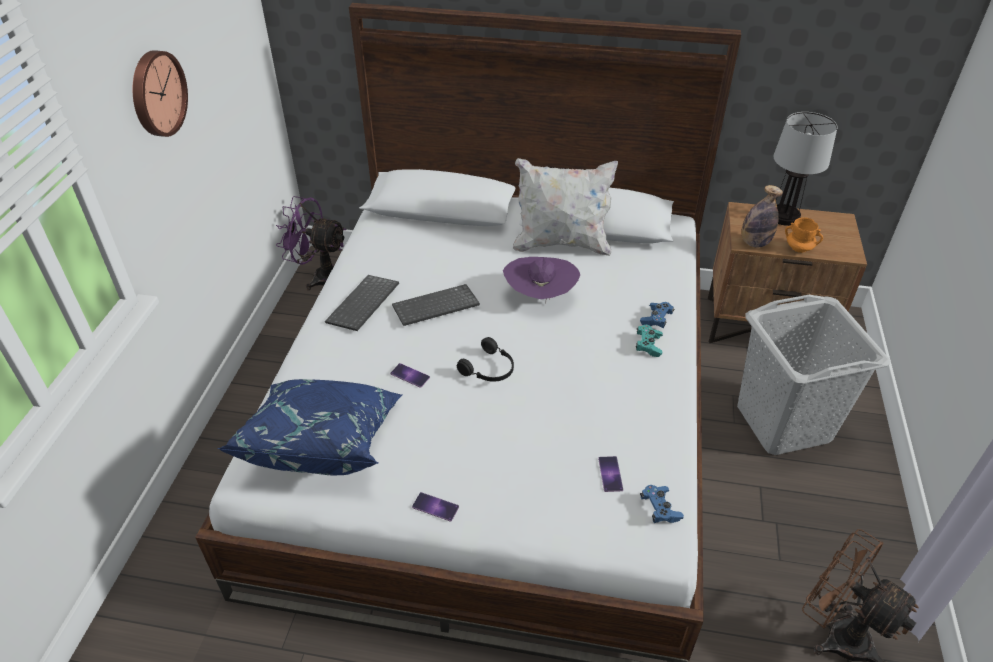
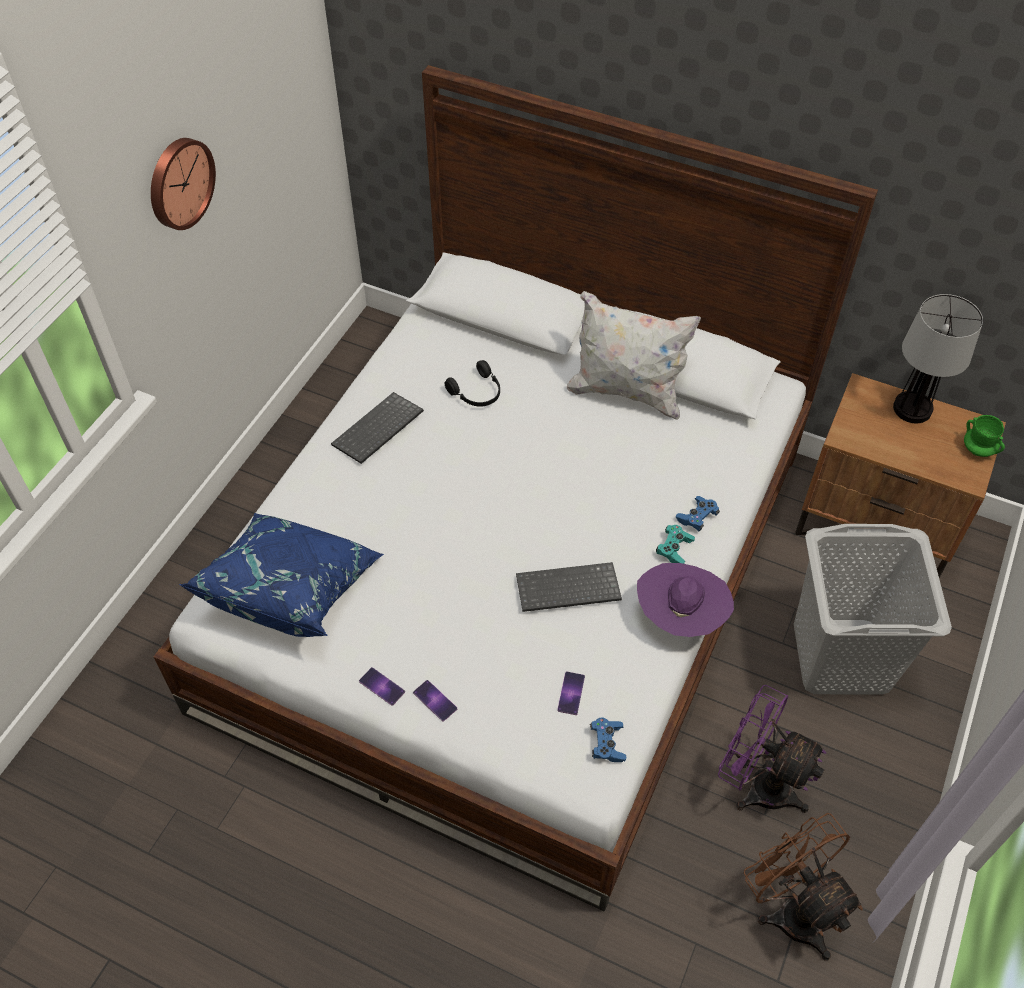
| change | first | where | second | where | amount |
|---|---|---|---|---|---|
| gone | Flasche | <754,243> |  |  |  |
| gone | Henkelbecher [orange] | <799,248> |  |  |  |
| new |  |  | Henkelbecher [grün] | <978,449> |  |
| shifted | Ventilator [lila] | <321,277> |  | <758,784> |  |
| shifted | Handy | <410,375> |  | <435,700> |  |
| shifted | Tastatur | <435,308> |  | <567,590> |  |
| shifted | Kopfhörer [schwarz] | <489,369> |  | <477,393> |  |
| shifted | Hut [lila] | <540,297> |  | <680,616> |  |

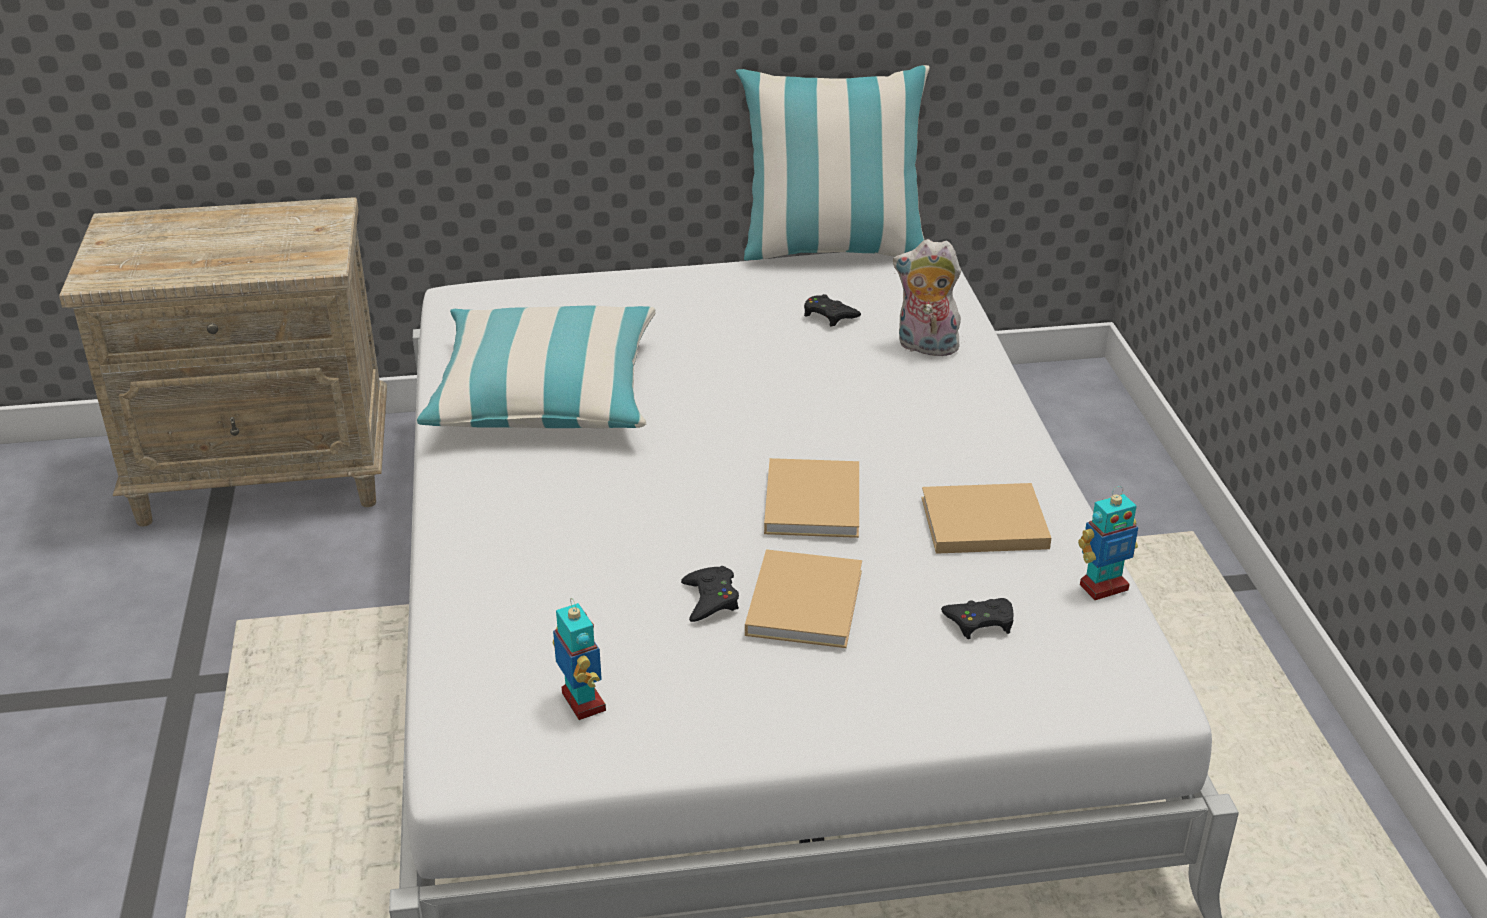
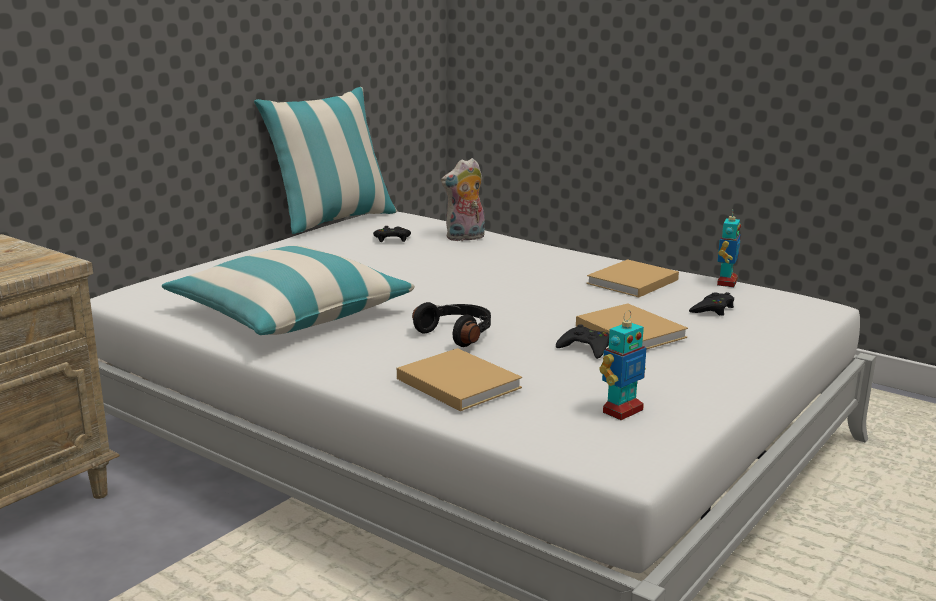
| change | first | where | second | where | amount |
|---|---|---|---|---|---|
| new |  |  | Kopfhörer [schwarz] | <458,334> |  |
| shifted | Buch [beige] | <812,500> |  | <456,382> |  |
| rotated | Spielzeugroboter | <582,703> |  | <622,411> | 120 degrees clockwise |

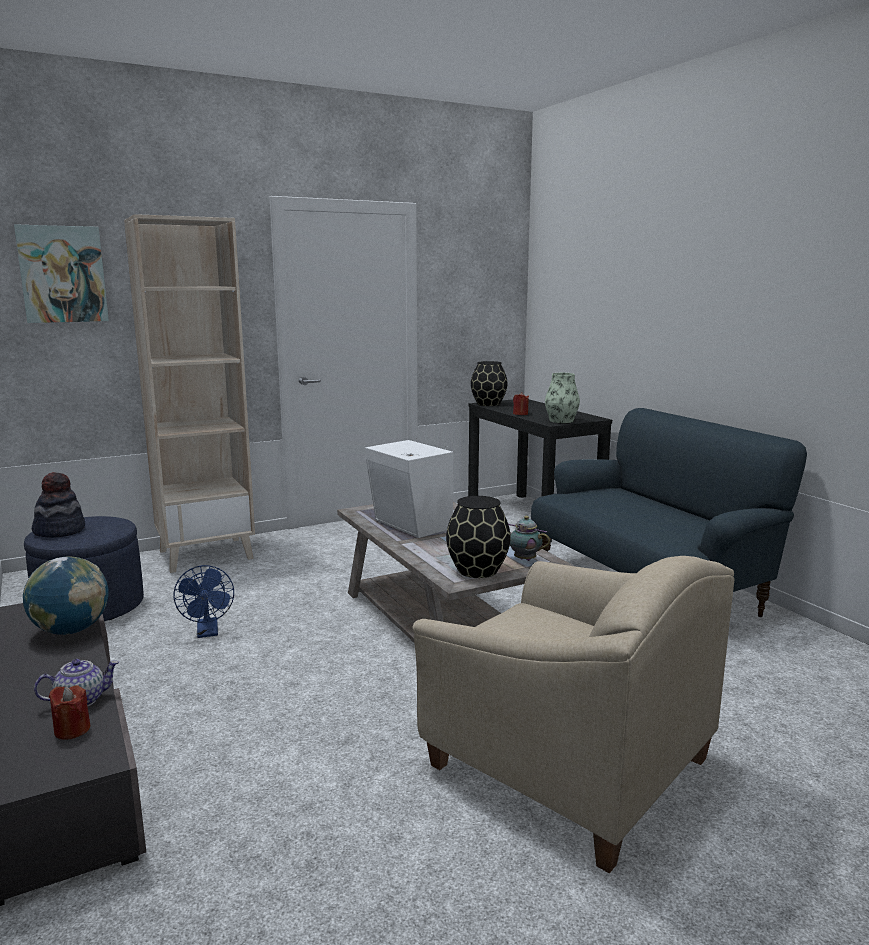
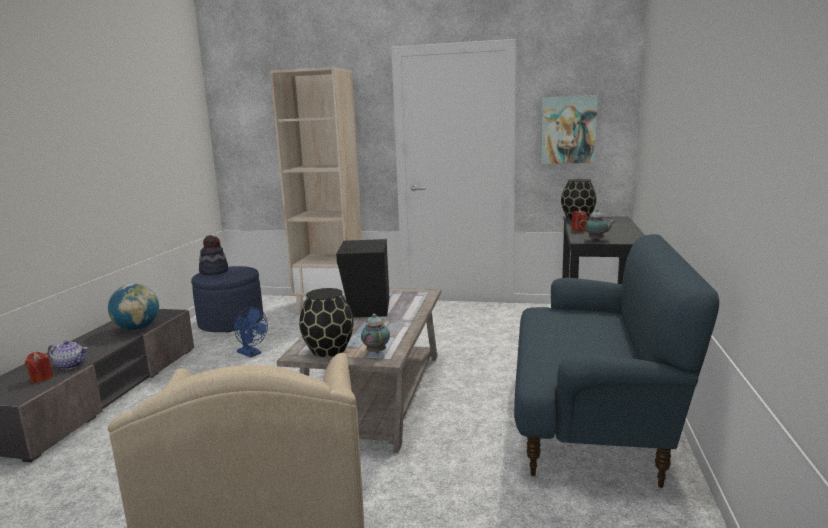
| change | first | where | second | where | amount |
|---|---|---|---|---|---|
| shifted | Bild | <62,274> |  | <568,130> |  |
| swapped | Vase | <561,420> | Teekanne | <597,239> |  |
| repainted | Lautsprecher [weiß] | <411,525> | Lautsprecher [schwarz] | <367,307> |  |
| rotated | Ventilator [blau] | <208,632> |  | <252,354> | 75 degrees counterclockwise |

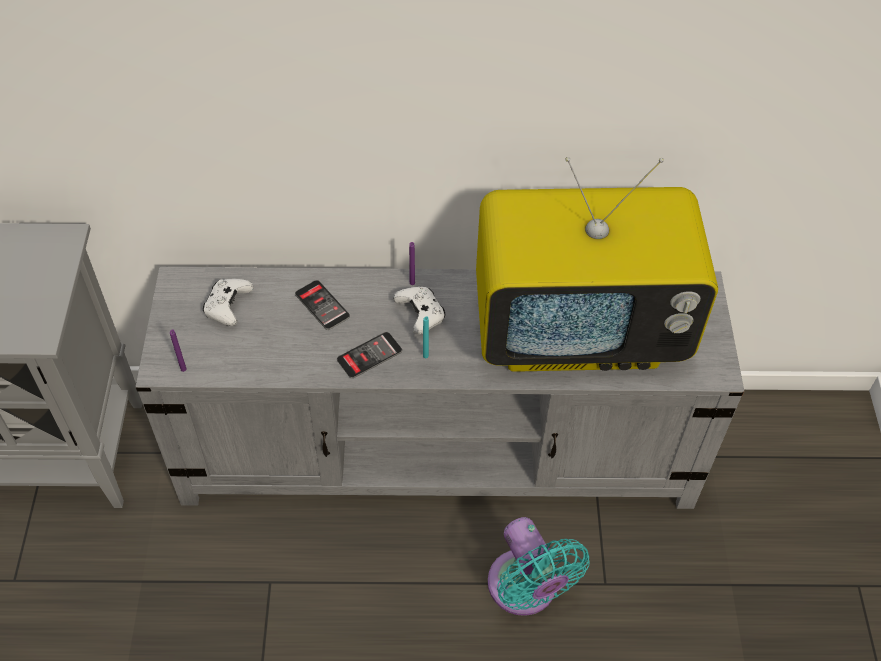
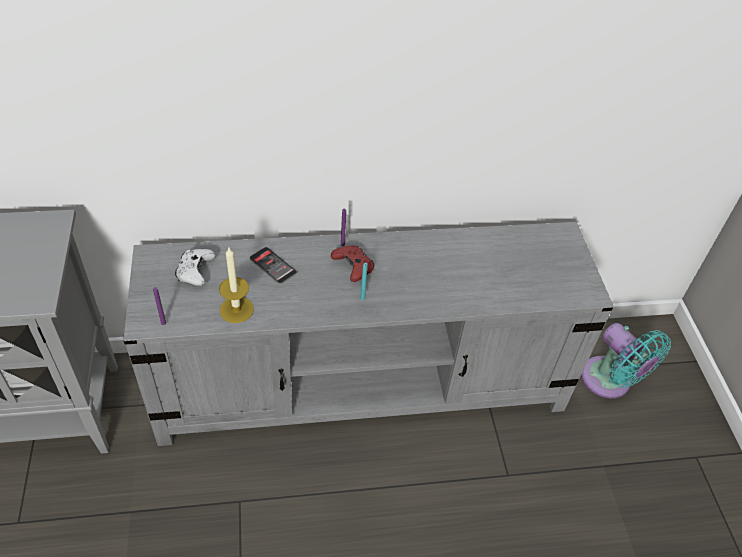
| change | first | where | second | where | amount |
|---|---|---|---|---|---|
| gone | Handy | <369,355> |  |  |  |
| gone | Fernseher | <580,331> |  |  |  |
| new |  |  | Kerze | <236,309> |  |
| shifted | Ventilator [türkis] | <525,590> |  | <609,382> |  |
| repainted | Gamepad [weiß] | <421,314> | Gamepad [rot] | <353,267> |  |

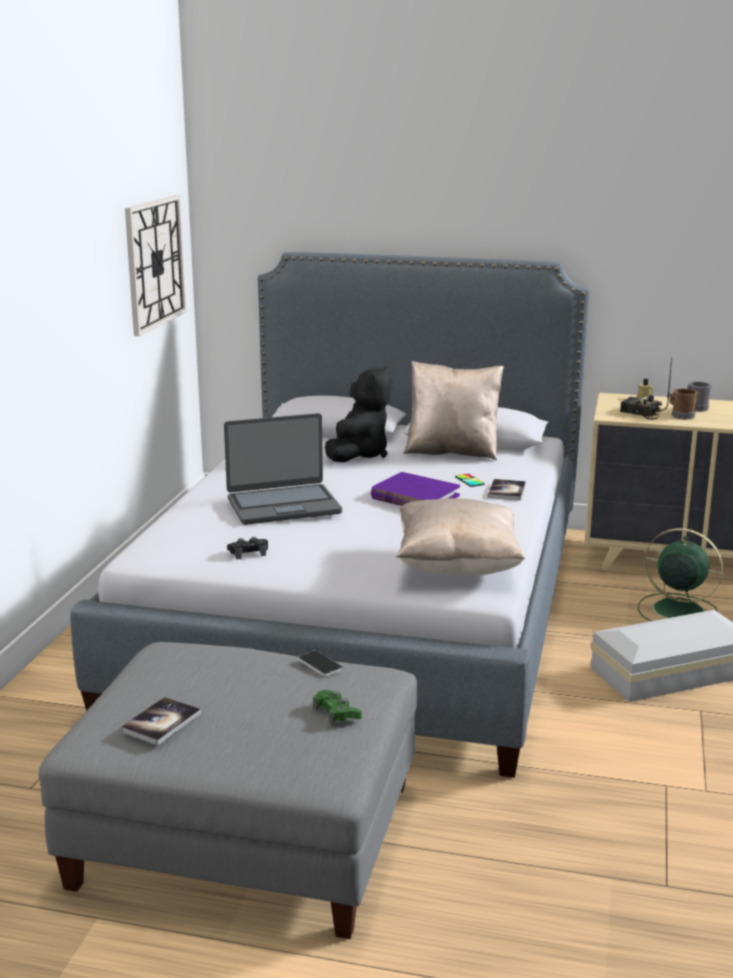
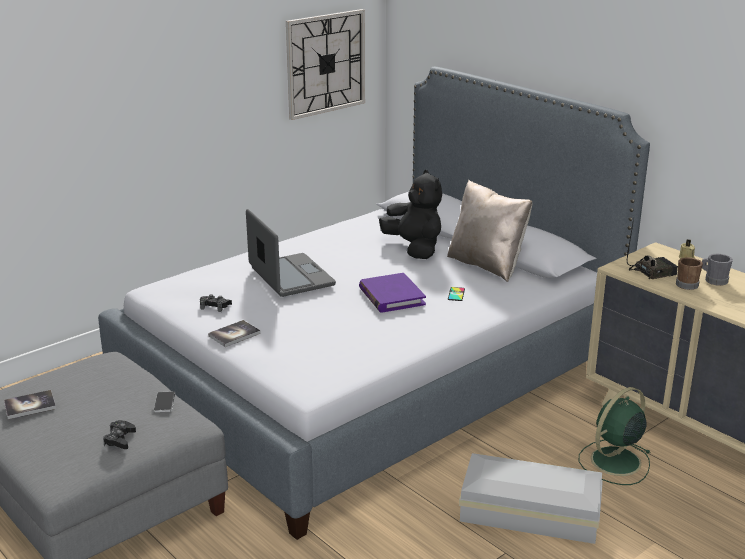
| change | first | where | second | where | amount |
|---|---|---|---|---|---|
| gone | Kissen [beige] | <457,566> |  |  |  |
| shifted | Buch | <506,491> |  | <234,334> |  |
| repainted | Gamepad [grün] | <336,713> | Gamepad [schwarz] | <120,439> |  |
| rotated | Laptop | <283,505> |  | <290,277> | 135 degrees counterclockwise |
| rotated | Plüschtier [schwarz] | <359,454> |  | <414,248> | 90 degrees counterclockwise |
| rotated | Radio | <640,413> |  | <652,272> | 90 degrees clockwise |
| rotated | Ventilator [grün] | <675,610> |  | <614,462> | 105 degrees counterclockwise |

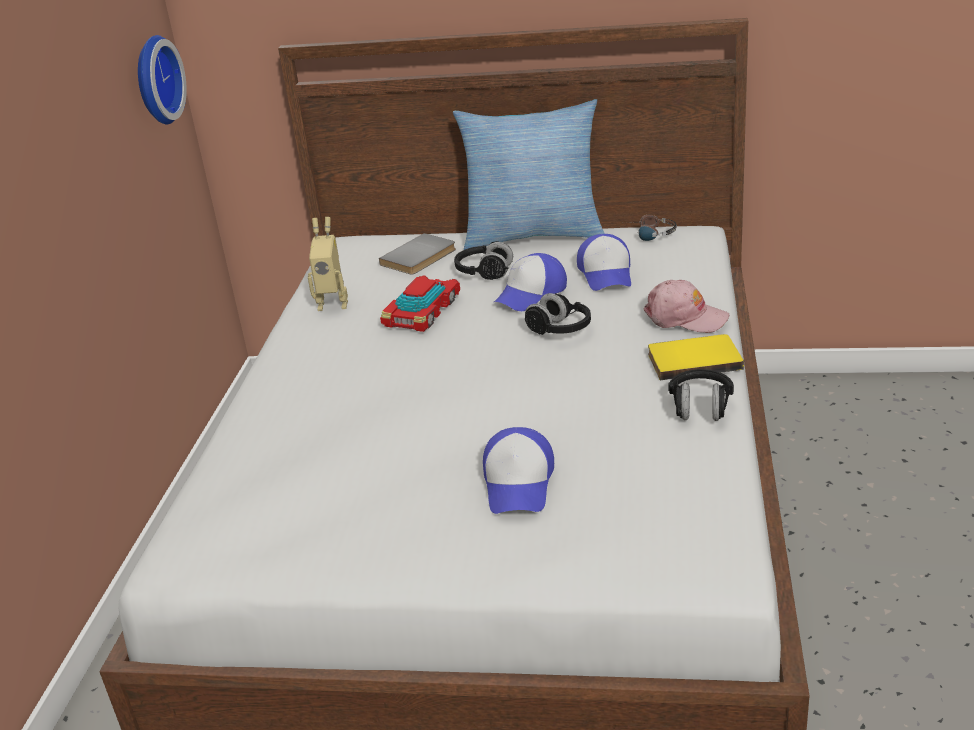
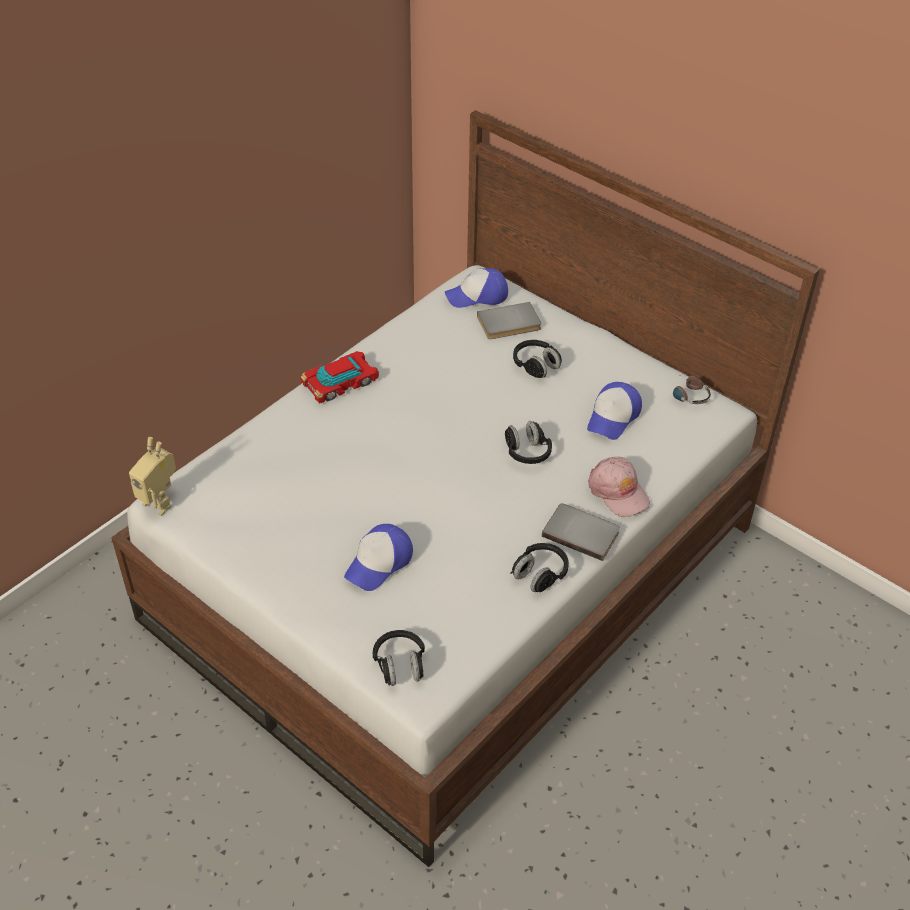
| change | first | where | second | where | amount |
|---|---|---|---|---|---|
| gone | Wanduhr | <154,80> |  |  |  |
| gone | Kissen | <534,235> |  |  |  |
| new |  |  | Kopfhörer [schwarz] | <400,665> |  |
| shifted | Spielzeugroboter | <333,303> |  | <160,502> |  |
| shifted | Spielzeugauto | <423,311> |  | <340,383> |  |
| shifted | Kappe | <531,293> |  | <477,296> |  |
| repainted | Buch [gelb] | <693,359> | Buch [grau] | <581,532> |  |

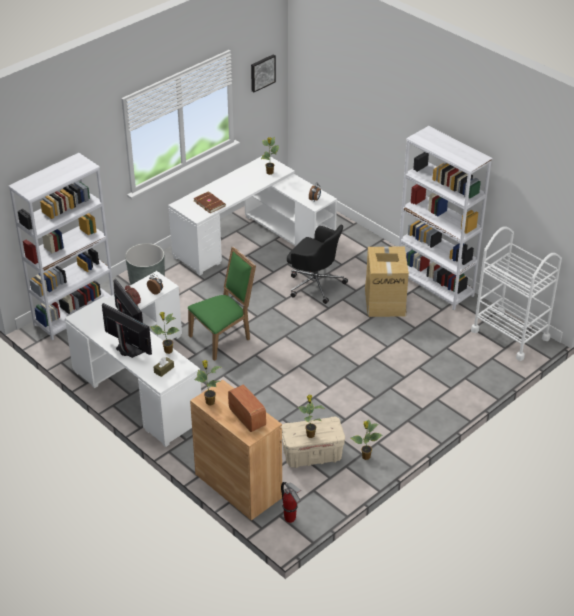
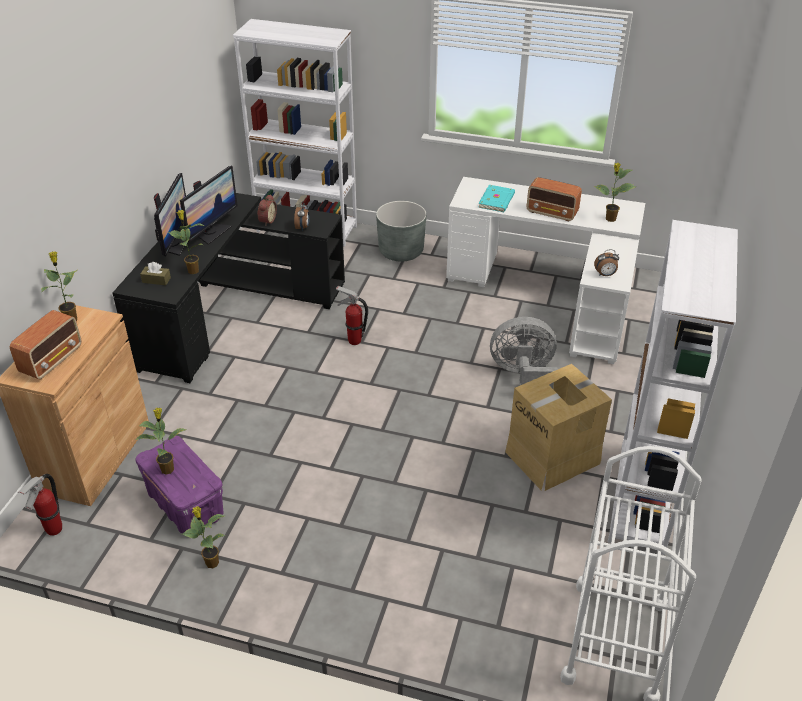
| change | first | where | second | where | amount |
|---|---|---|---|---|---|
| gone | Bild | <262,72> |  |  |  |
| new |  |  | Radio | <552,213> |  |
| swapped | Stuhl [grün] | <223,337> | Feuerlöscher | <354,341> |  |
| swapped | Bürostuhl [schwarz] | <314,284> | Ventilator [grau] | <523,376> |  |
| repainted | Schreibtisch [weiß] | <139,382> | Schreibtisch [schwarz] | <231,311> |  |
| repainted | Buch [braun] | <209,203> | Buch [türkis] | <497,200> |  |
| repainted | Aufbewahrungsbox [beige] | <312,455> | Aufbewahrungsbox [lila] | <185,504> |  |

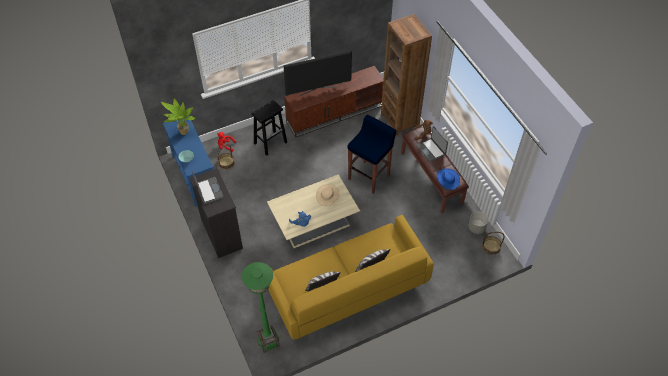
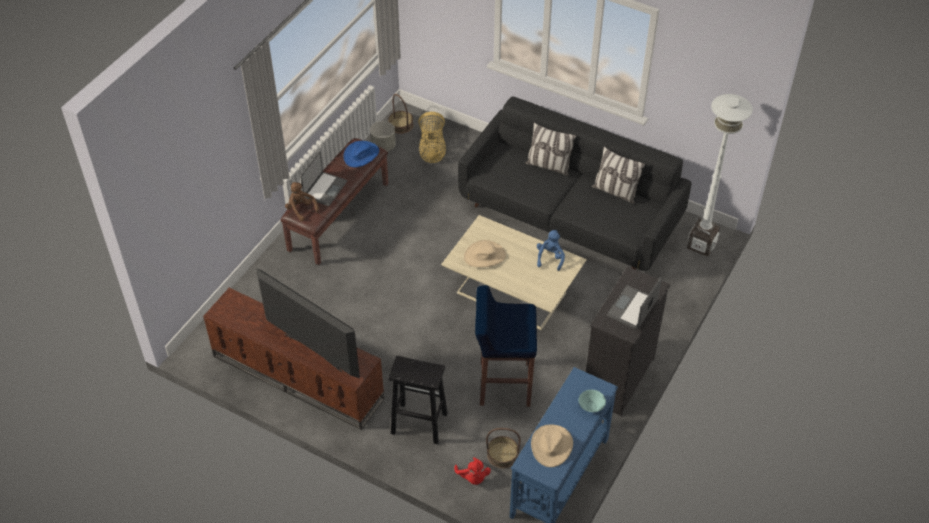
| change | first | where | second | where | amount |
|---|---|---|---|---|---|
| gone | Bücherregal [braun] | <400,120> |  |  |  |
| new |  |  | Korb | <432,148> |  |
| shifted | Hocker [blau] | <369,177> |  | <503,384> |  |
| swapped | Topfpflanze | <183,133> | Hut [beige] | <551,445> |  |
| repainted | Stehlampe [grün] | <268,342> | Stehlampe [weiß] | <701,244> |  |
| repainted | Sofa [gelb] | <347,287> | Sofa [schwarz] | <569,215> |  |

